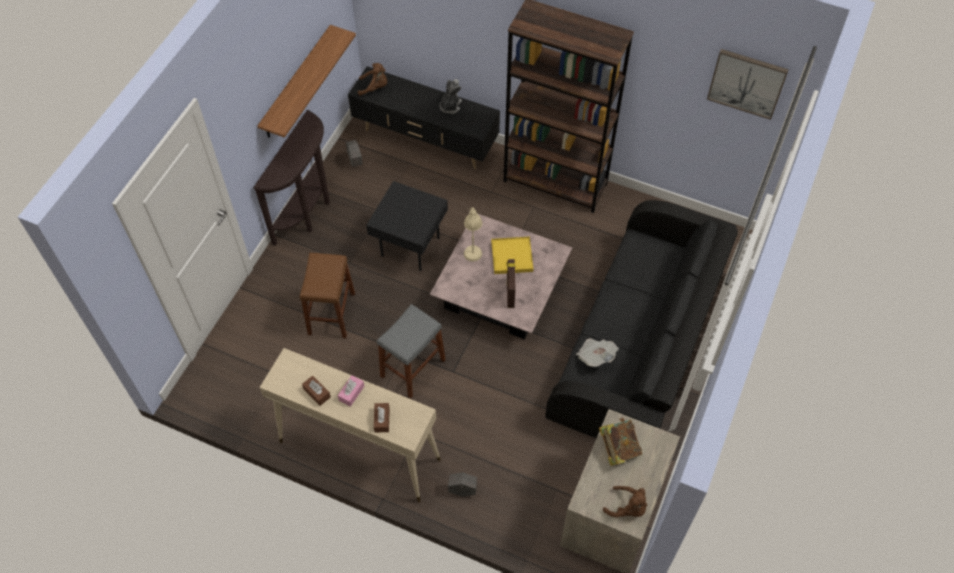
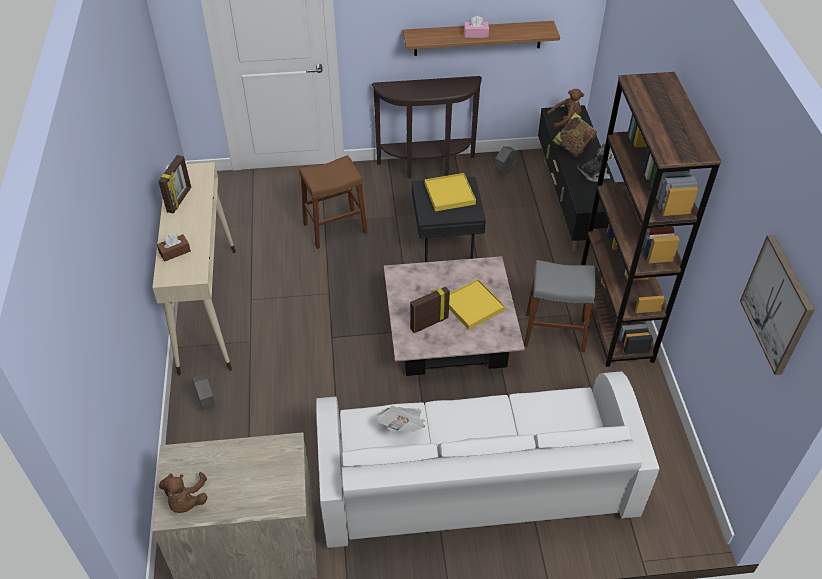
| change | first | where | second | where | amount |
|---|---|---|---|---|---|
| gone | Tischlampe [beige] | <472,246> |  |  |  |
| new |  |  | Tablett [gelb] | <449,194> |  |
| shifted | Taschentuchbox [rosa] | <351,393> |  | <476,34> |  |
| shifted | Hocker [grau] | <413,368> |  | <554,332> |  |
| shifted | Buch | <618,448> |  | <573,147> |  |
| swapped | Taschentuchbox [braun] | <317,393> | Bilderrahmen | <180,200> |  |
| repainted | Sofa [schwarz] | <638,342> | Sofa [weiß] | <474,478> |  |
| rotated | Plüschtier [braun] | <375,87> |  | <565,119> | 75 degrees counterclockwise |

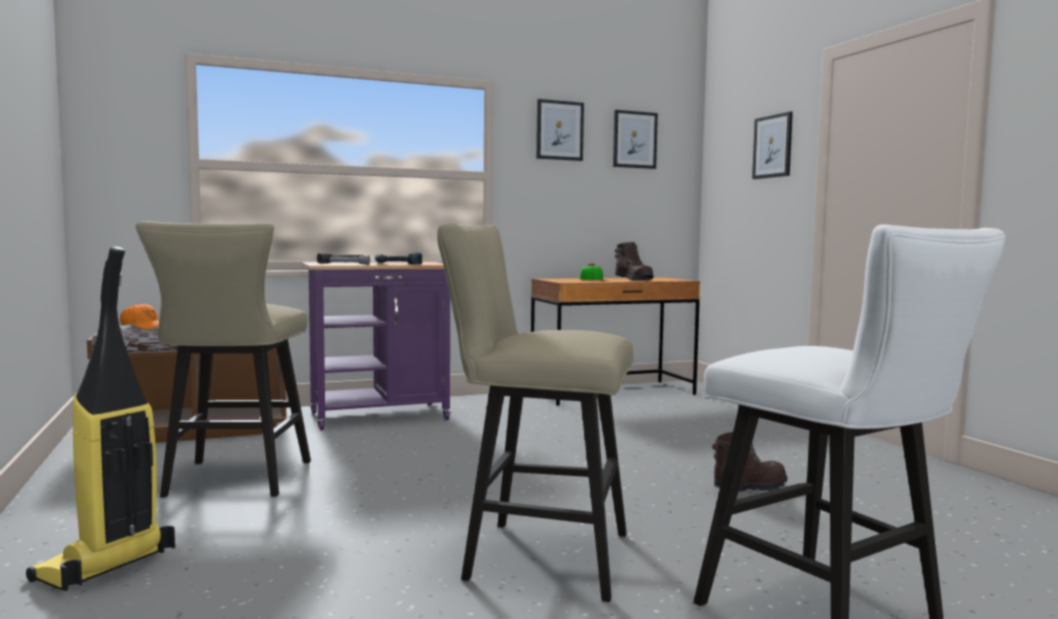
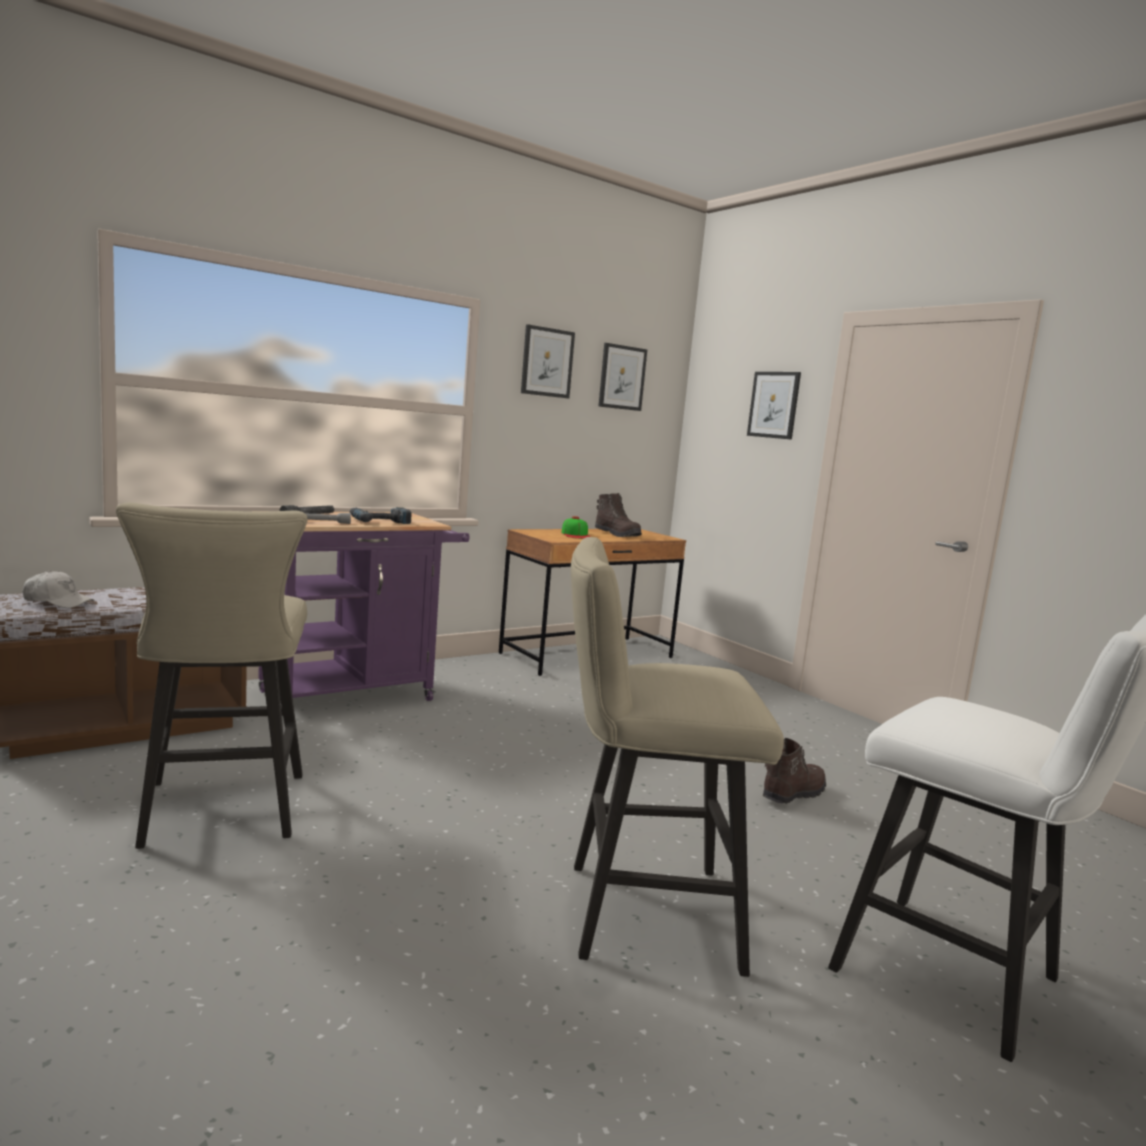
| change | first | where | second | where | amount |
|---|---|---|---|---|---|
| gone | Staubsauger | <105,566> |  |  |  |
| repainted | Kappe [orange] | <144,327> | Kappe [weiß] | <58,601> |  |

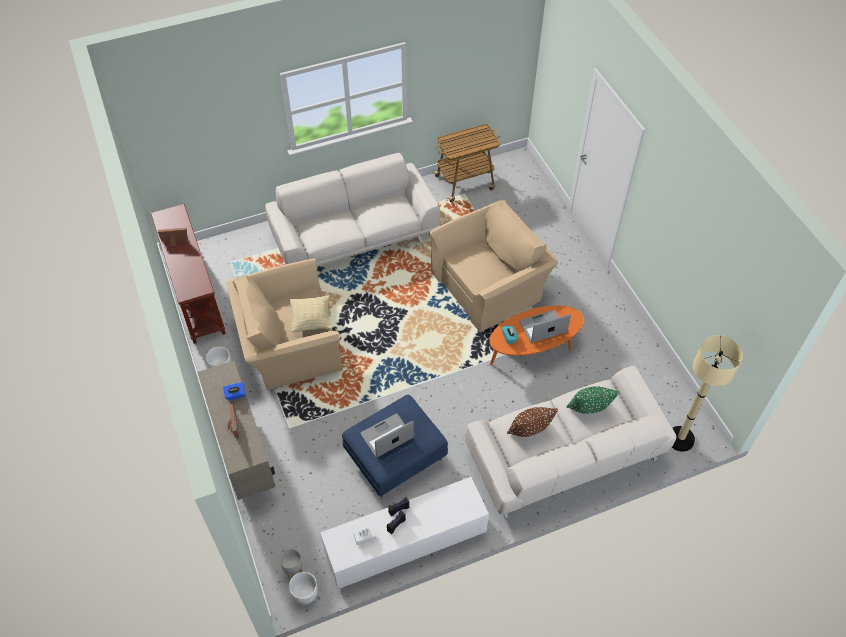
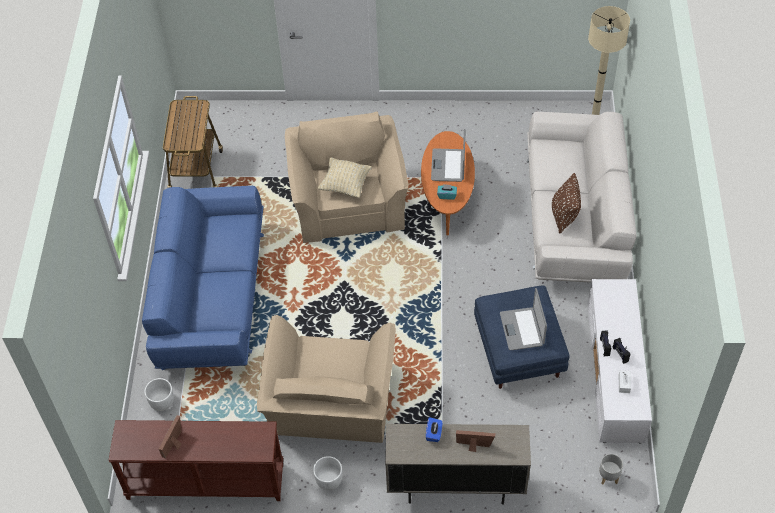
| change | first | where | second | where | amount |
|---|---|---|---|---|---|
| gone | Kissen [grün] | <589,409> |  |  |  |
| shifted | Pflanzkübel [weiß] | <305,593> |  | <162,401> |  |
| shifted | Kissen [beige] | <311,320> |  | <345,185> |  |
| repainted | Sofa [weiß] | <355,236> | Sofa [blau] | <211,295> |  |

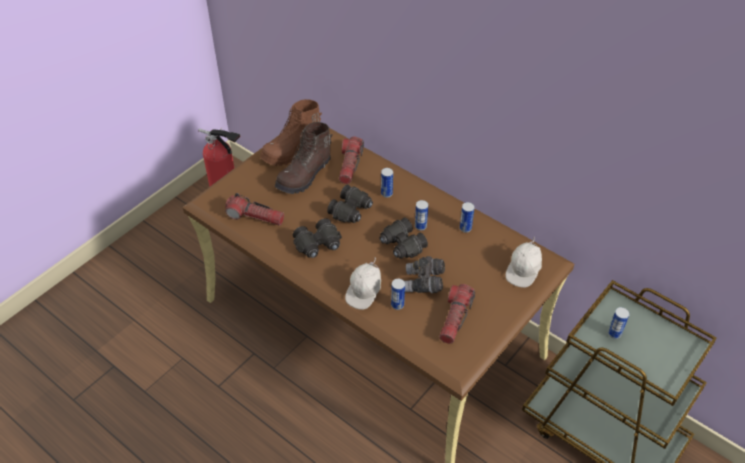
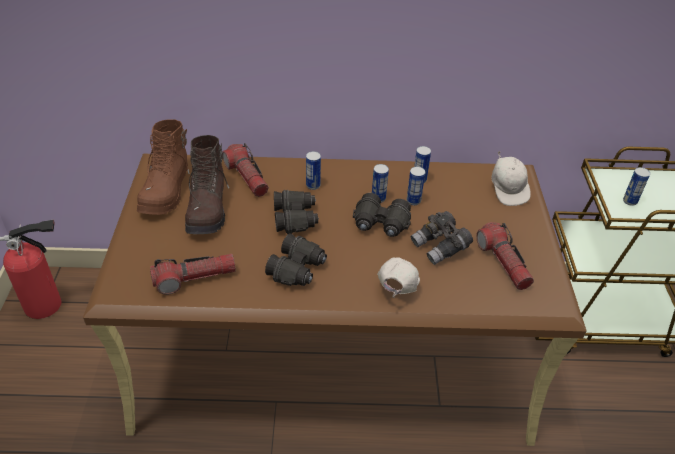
| change | first | where | second | where | amount |
|---|---|---|---|---|---|
| shifted | Dose | <397,305> |  | <413,201> |  |
| rotated | Kappe [weiß] | <365,292> |  | <396,288> | 150 degrees counterclockwise |

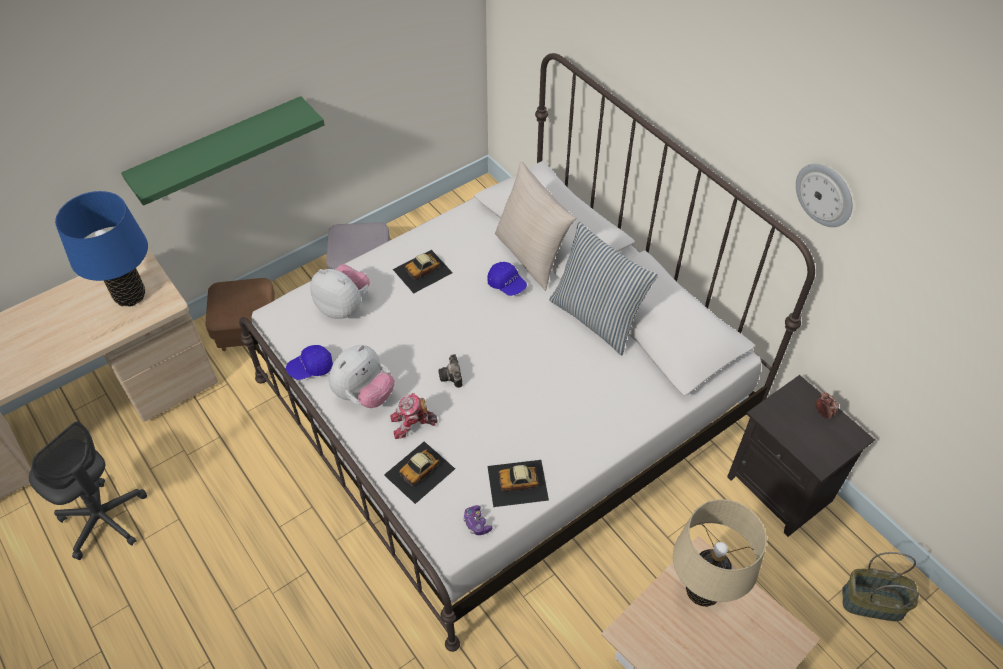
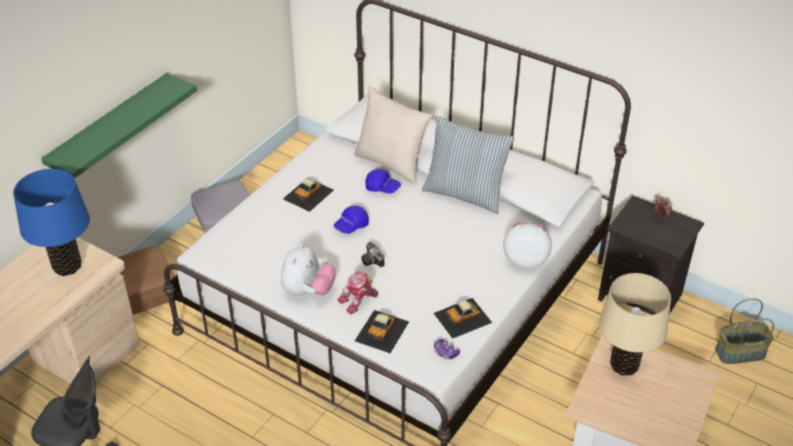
| change | first | where | second | where | amount |
|---|---|---|---|---|---|
| gone | Wanduhr | <825,194> |  |  |  |
| shifted | Kappe [blau] | <311,368> |  | <351,226> |  |
| shifted | Plüschtier | <344,306> |  | <525,259> |  |

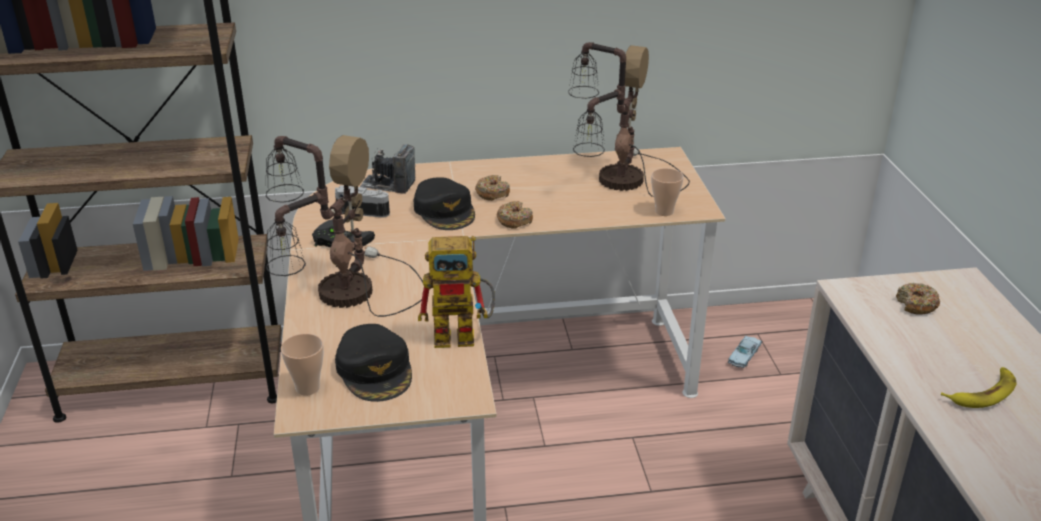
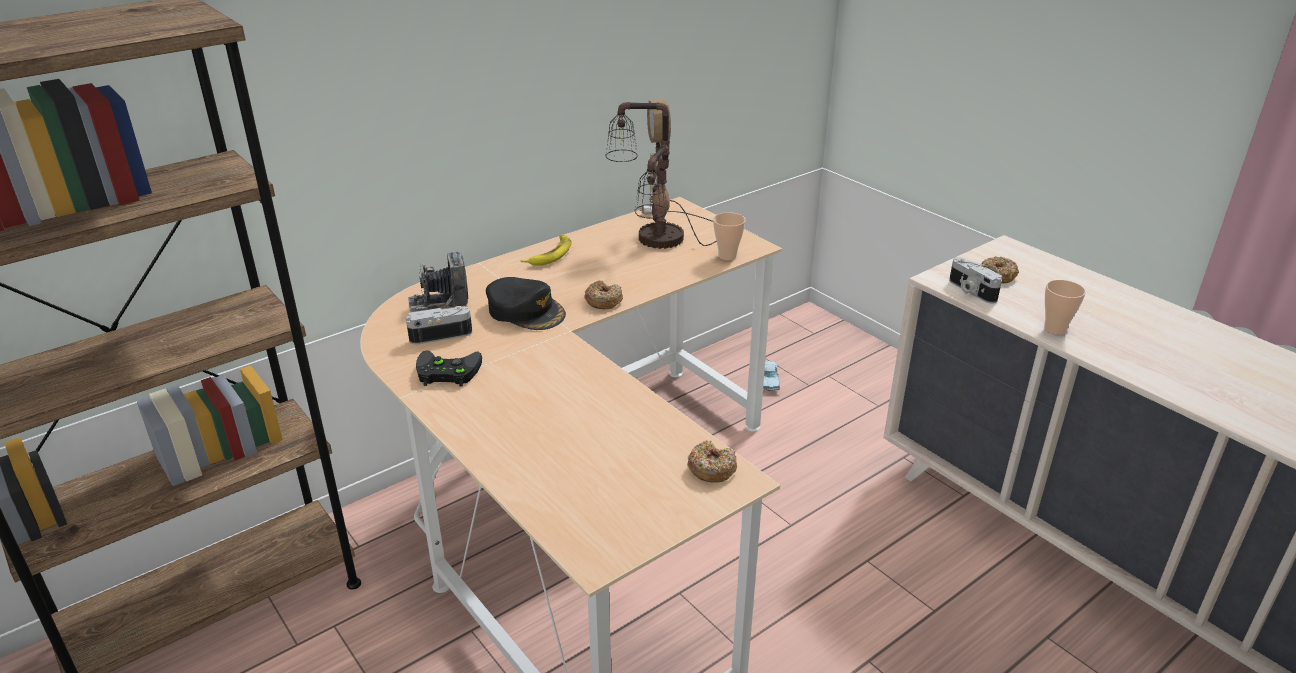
| change | first | where | second | where | amount |
|---|---|---|---|---|---|
| gone | Tischlampe | <342,294> |  |  |  |
| gone | Kappe [schwarz] | <375,370> |  |  |  |
| gone | Spielzeugroboter | <464,335> |  |  |  |
| new |  |  | Kamera | <970,291> |  |
| shifted | Tasse | <307,388> |  | <1055,329> |  |
| shifted | Donut | <492,193> |  | <711,468> |  |
| shifted | Banane | <982,393> |  | <550,254> |  |

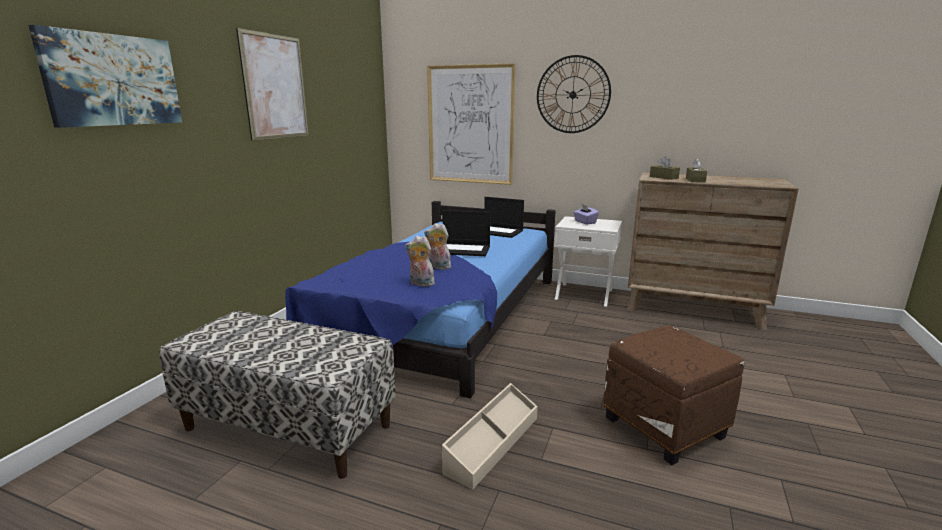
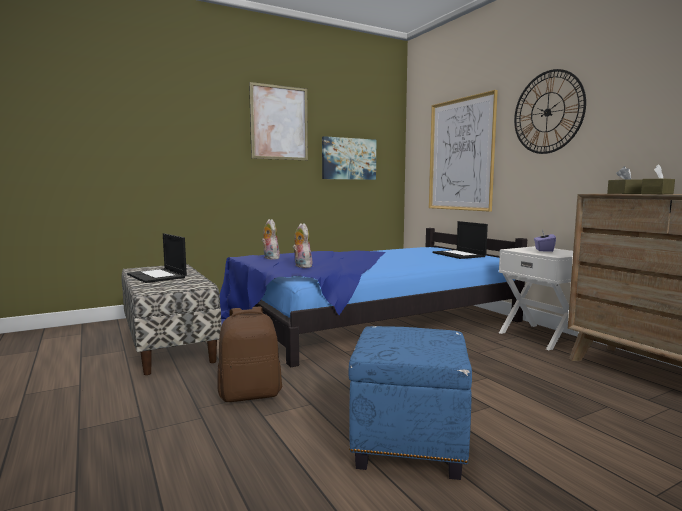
| change | first | where | second | where | amount |
|---|---|---|---|---|---|
| shifted | Bild | <113,80> |  | <349,159> |  |
| shifted | Plüschtier | <438,267> |  | <270,258> |  |
| shifted | Laptop | <464,249> |  | <157,276> |  |
| swapped | Aufbewahrungsbox [beige] | <491,443> | Rucksack [braun] | <250,394> |  |
| repainted | Polsterhocker [braun] | <665,428> | Polsterhocker [blau] | <409,445> |  |

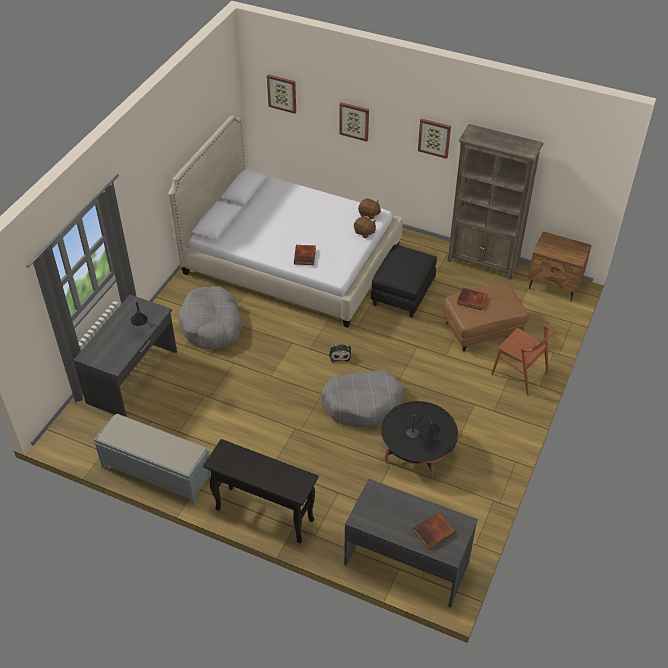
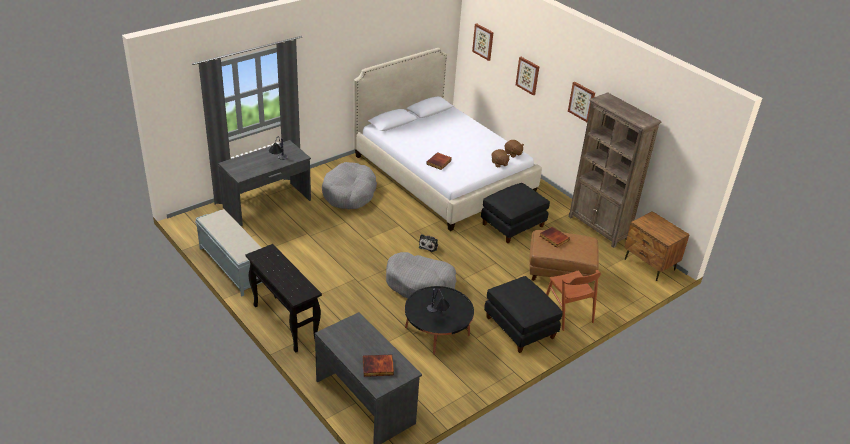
| change | first | where | second | where | amount |
|---|---|---|---|---|---|
| new |  |  | Polsterhocker [schwarz] | <519,327> |  |

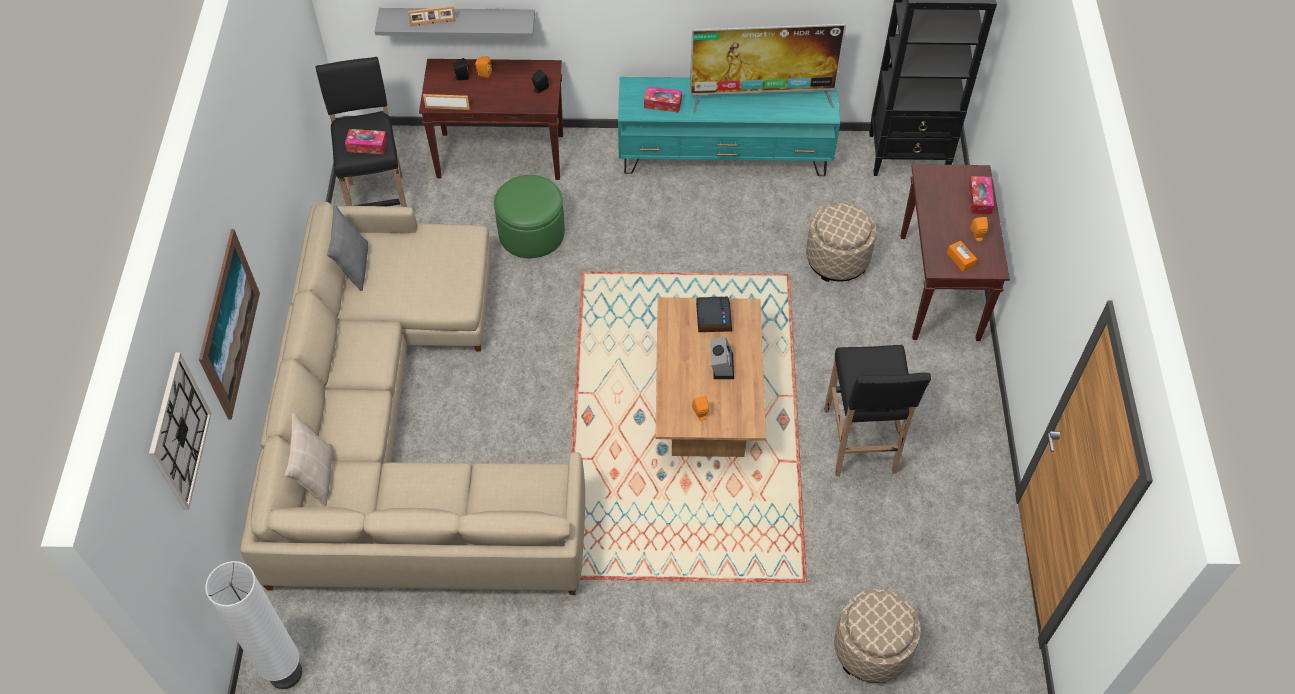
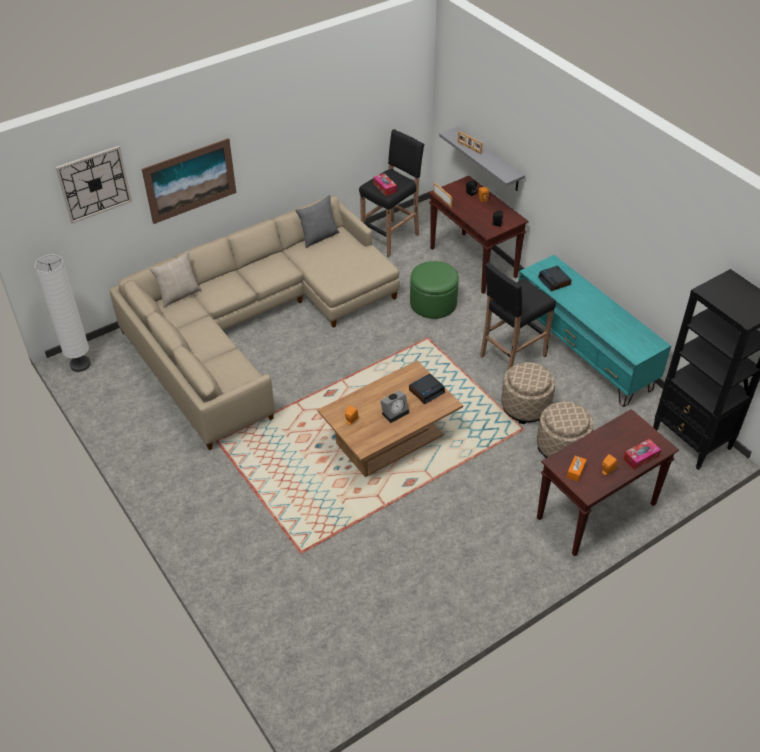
| change | first | where | second | where | amount |
|---|---|---|---|---|---|
| gone | Fernseher | <762,97> |  |  |  |
| shifted | Hocker [schwarz] | <860,442> |  | <511,356> |  |
| shifted | Polsterhocker [beige] | <871,649> |  | <525,406> |  |
| swapped | Taschentuchbox | <662,103> | Wecker | <554,281> |  |

